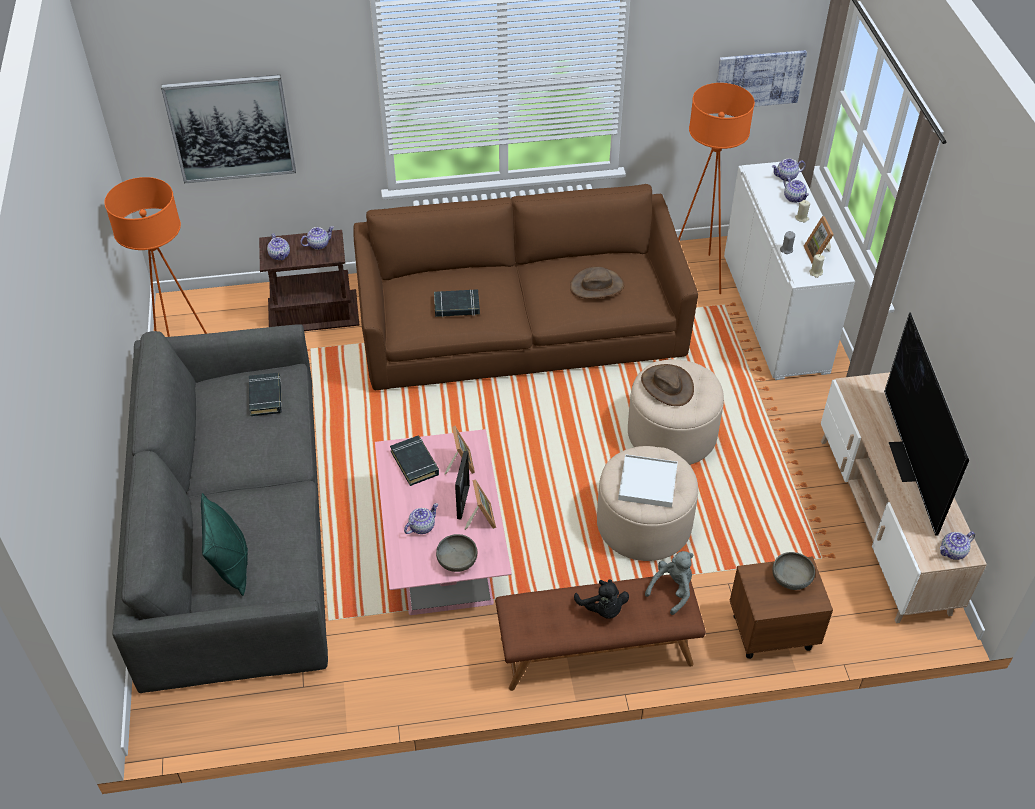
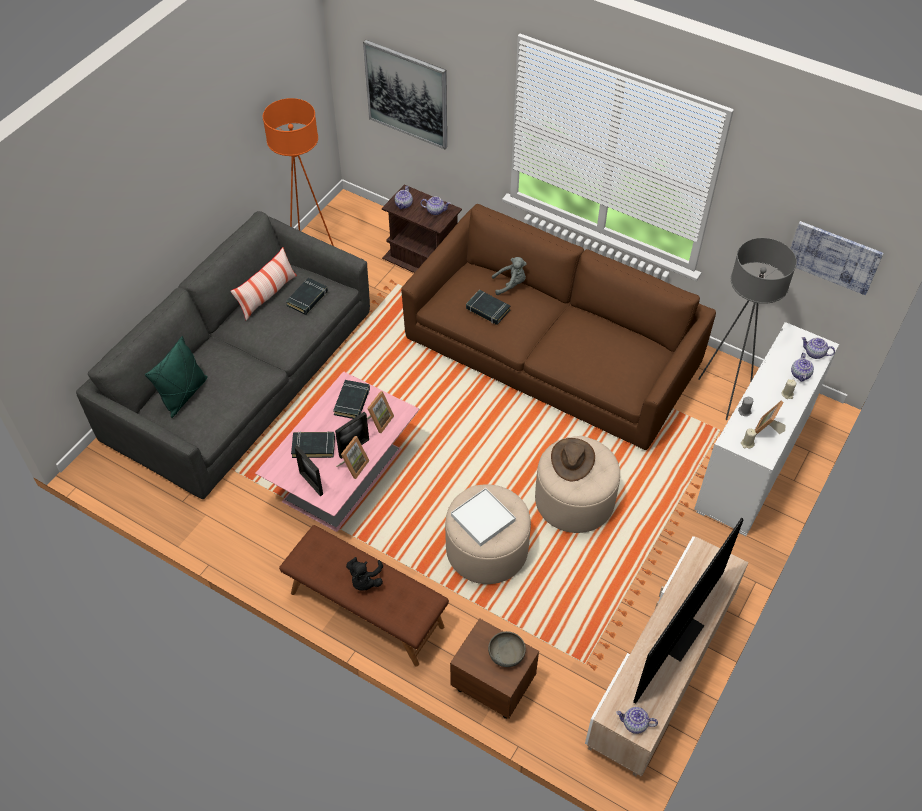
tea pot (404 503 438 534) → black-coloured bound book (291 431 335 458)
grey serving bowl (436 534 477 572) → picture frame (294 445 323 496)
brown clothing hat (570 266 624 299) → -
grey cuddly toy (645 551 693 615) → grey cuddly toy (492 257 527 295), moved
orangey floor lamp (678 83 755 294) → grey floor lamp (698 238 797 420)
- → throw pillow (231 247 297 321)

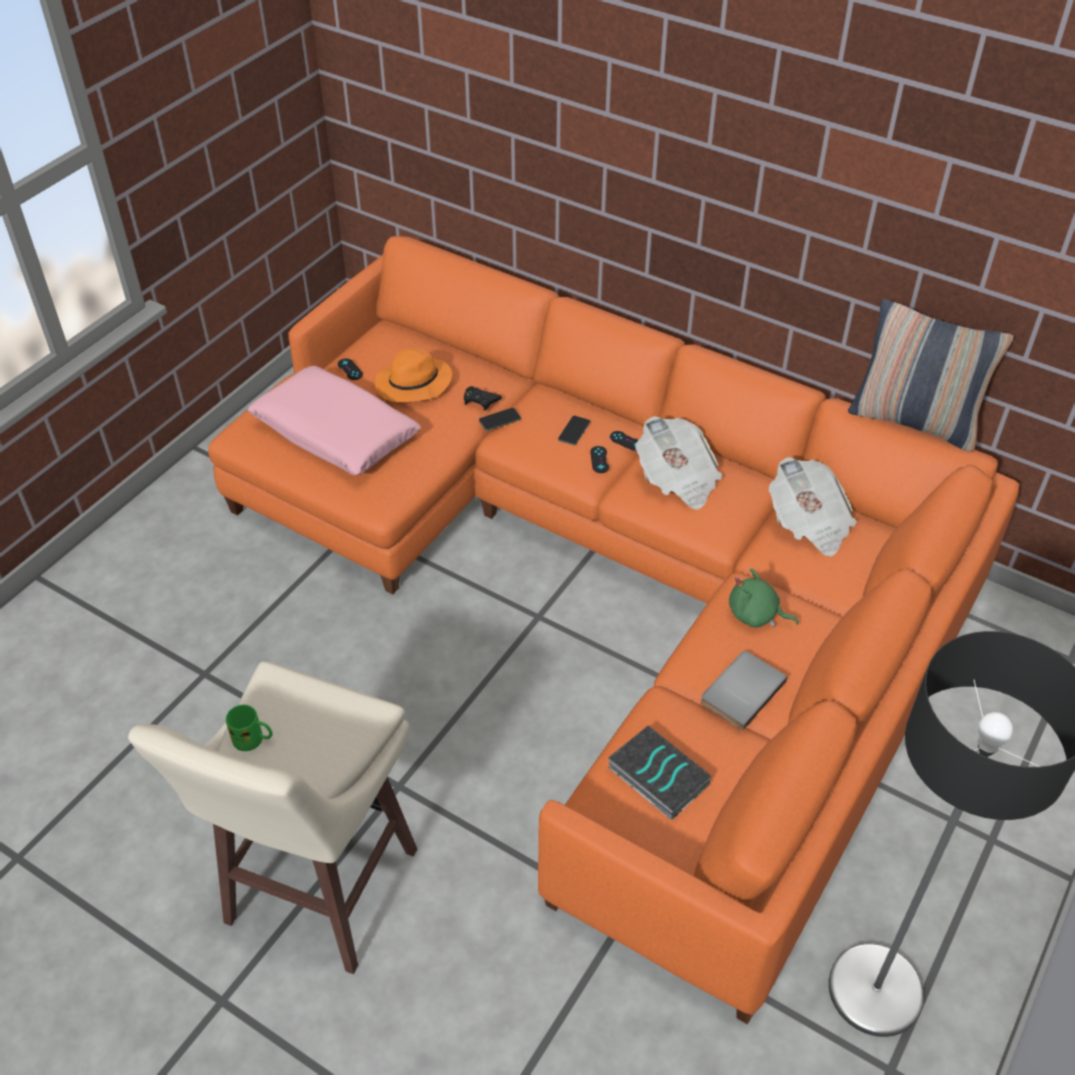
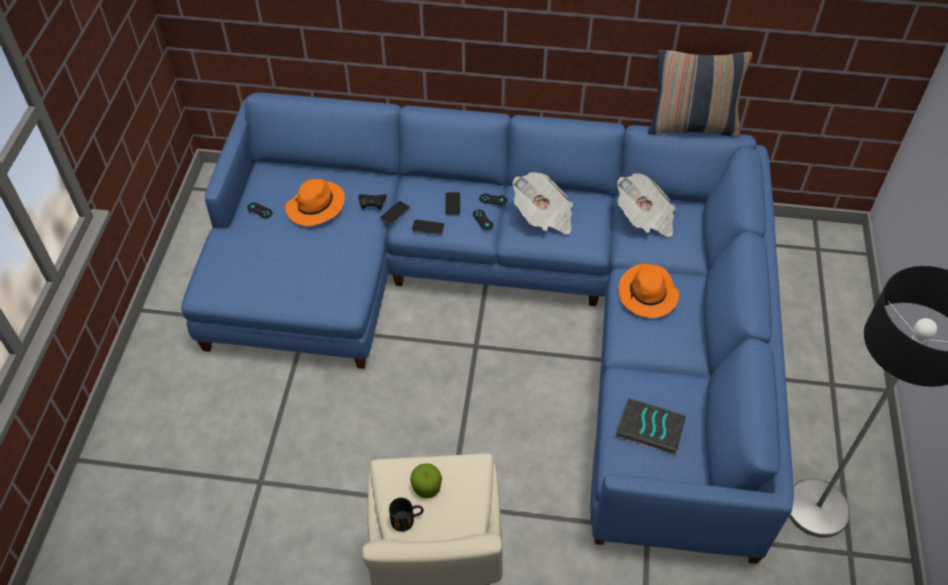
orangey sofa (208 236 1019 1024) → bluish sofa (181 92 794 564)
green-coloured mug (226 705 272 751) → black-coloured mug (389 498 424 532)
pink throw pillow (248 366 421 475) → -
grey bound book (701 651 787 731) → -
green-coloured cuddly toy (729 568 799 628) → orangey clothing hat (618 264 679 318)
- → apple fruit (410 463 442 499)
- → handset (412 219 445 235)

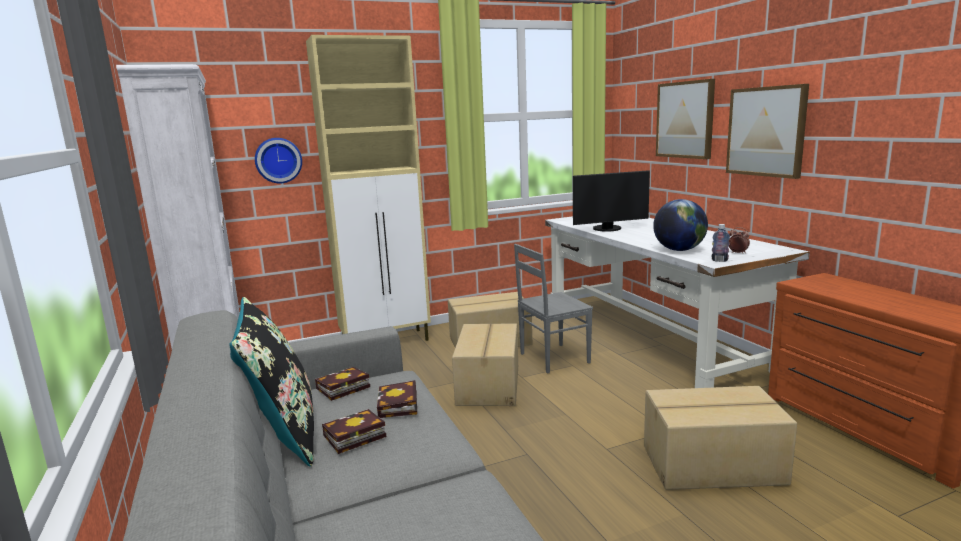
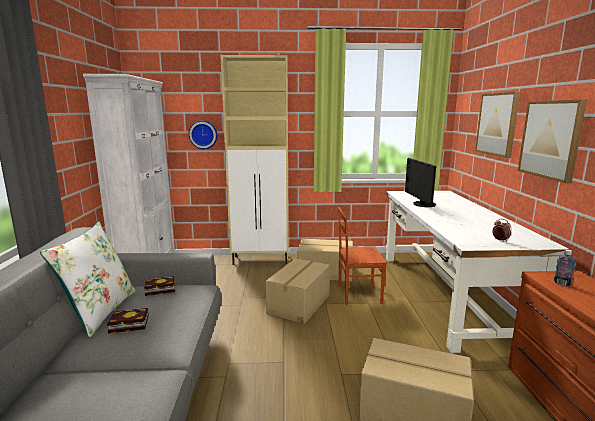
black-coloured throw pillow (230 297 314 467) → white throw pillow (40 221 136 337)
bound book (377 380 417 418) → -
grey plain chair (514 244 593 374) → brown plain chair (338 207 387 305)
computer screen (573 170 650 231) → computer screen (405 158 436 207), 75 degrees clockwise
globe (653 199 708 251) → -
beverage bottle (711 224 730 262) → beverage bottle (554 250 576 286), moved

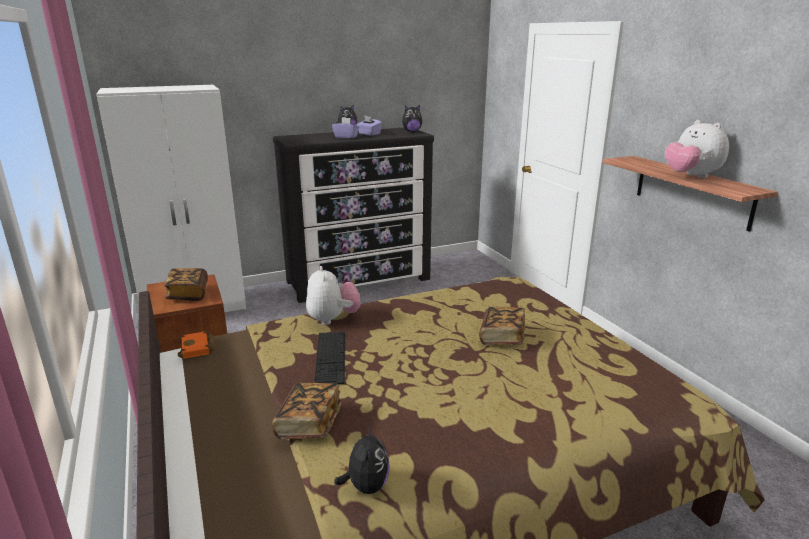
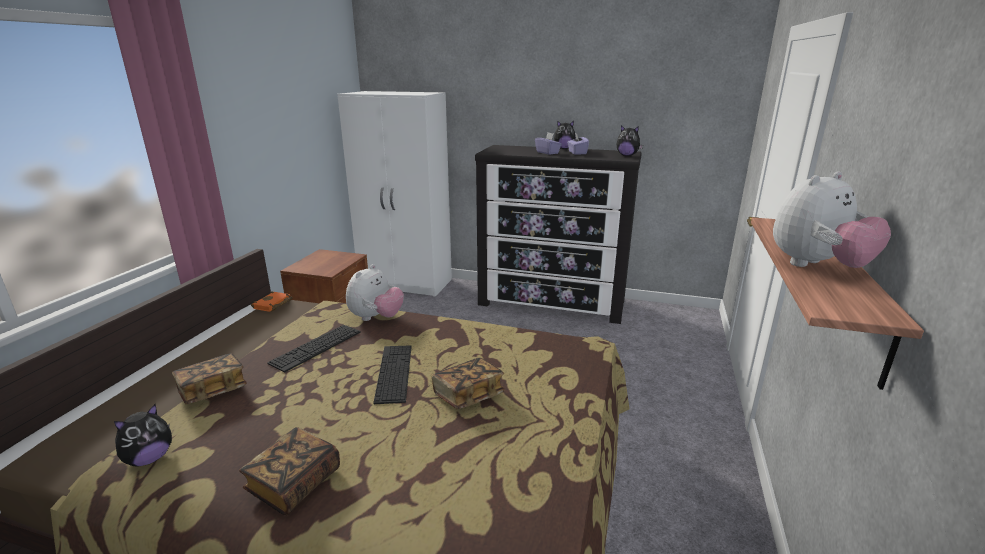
bound book (164 268 208 301) → bound book (239 427 340 515), moved
cuddly toy (665 120 729 178) → cuddly toy (773 171 891 268), 135 degrees counterclockwise
- → PC keyboard (374 345 412 404)

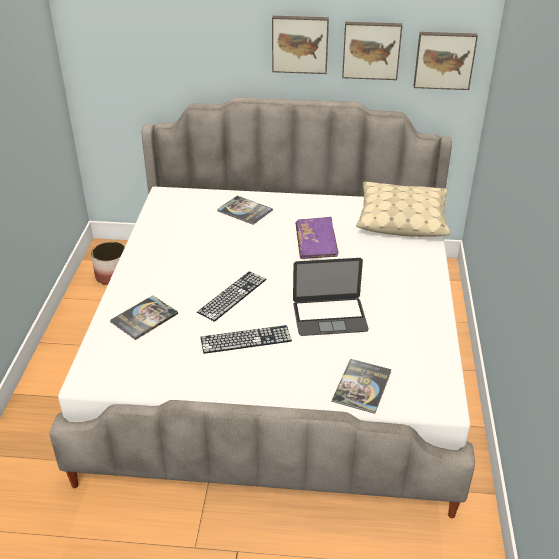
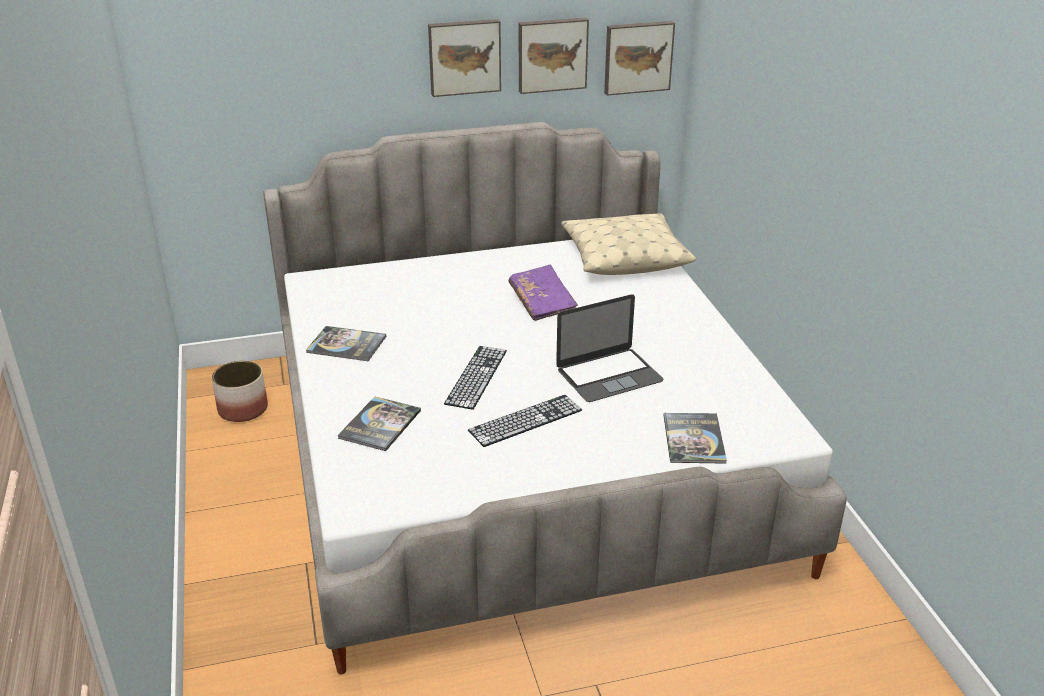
bound book (217 196 273 225) → bound book (306 326 386 361), moved

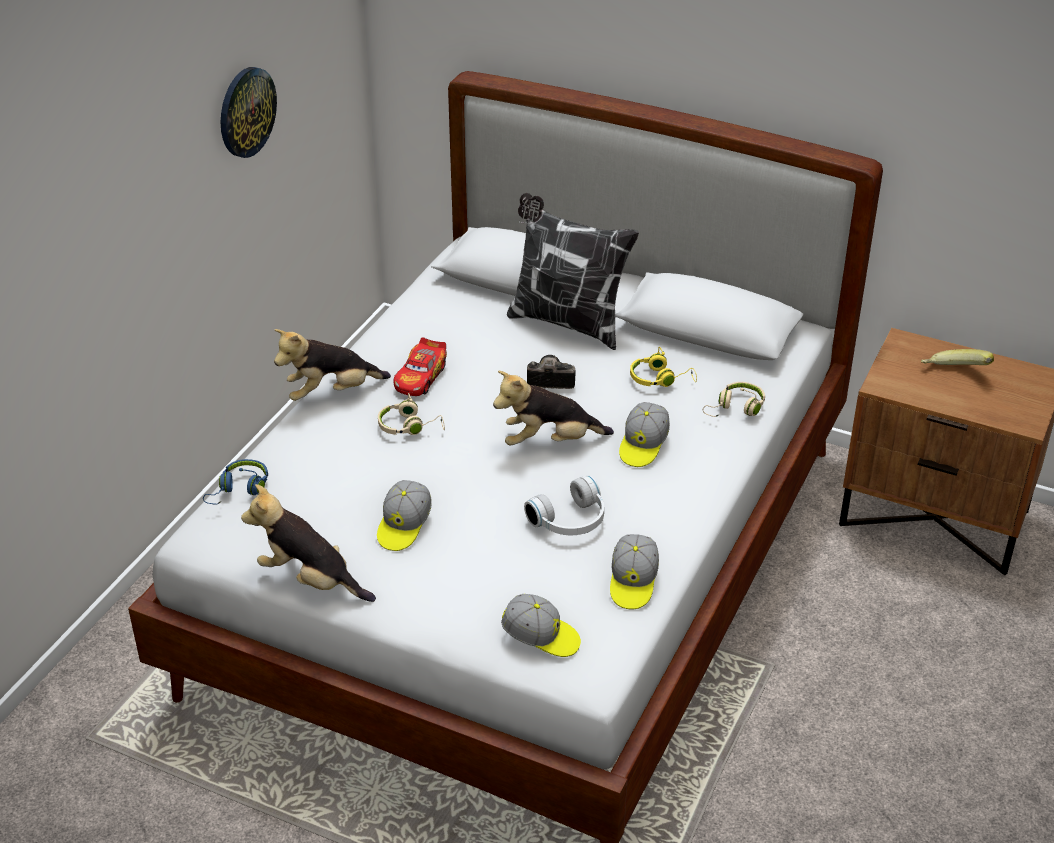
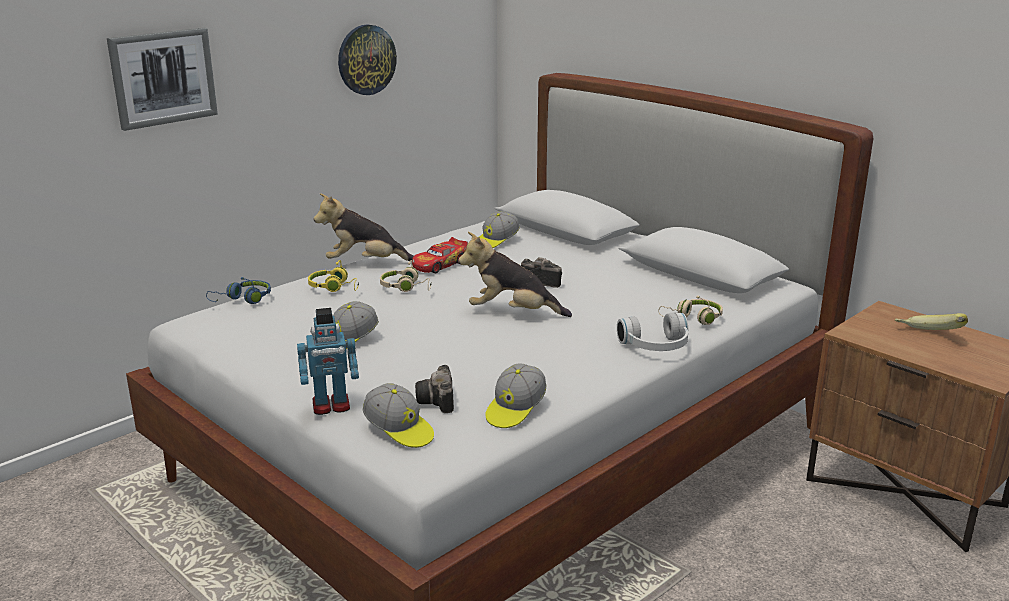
cuddly toy (241 484 376 602) → -
throw pillow (507 193 639 350) → -
white headset (524 475 604 535) → white headset (617 313 688 351), moved
cap (619 402 670 467) → cap (479 211 520 248), moved
yellow headset (630 347 697 387) → yellow headset (308 260 359 292), moved
- → wall art (107 28 218 131)
- → toy robot (297 308 359 415)
- → still camera (415 365 454 413)

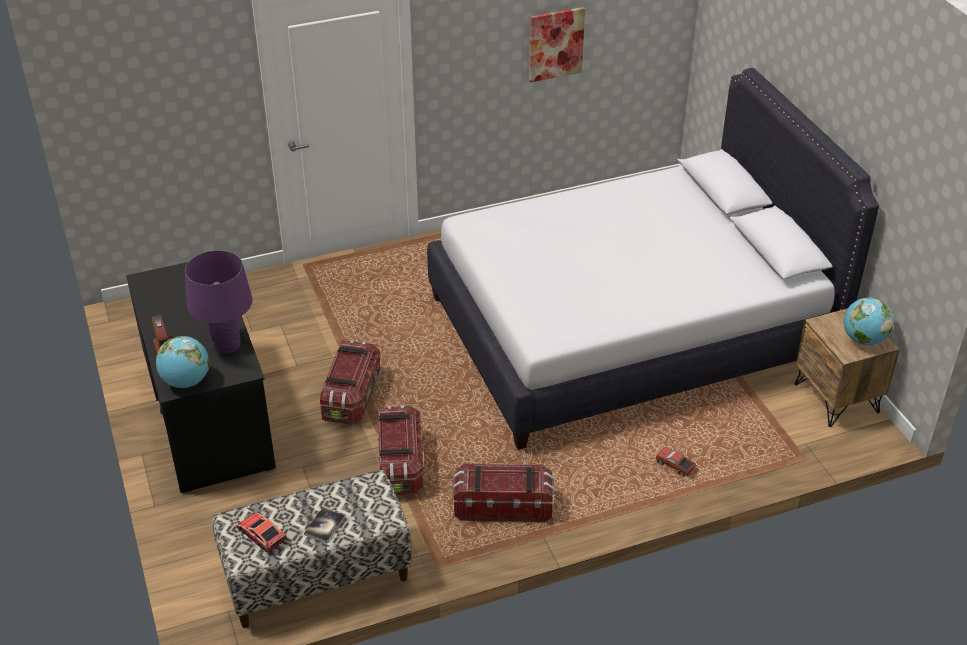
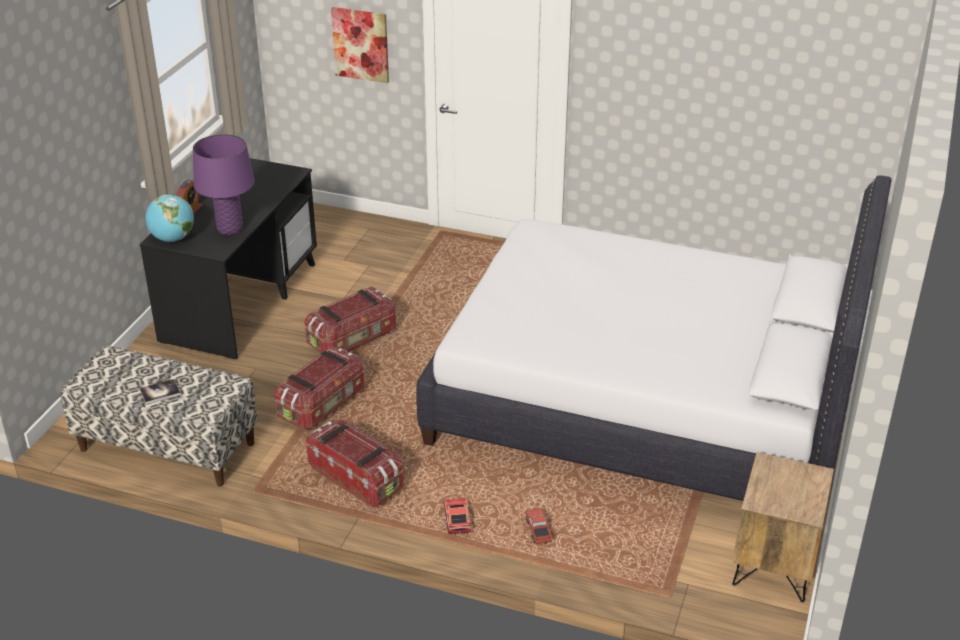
miniature car (236 512 287 553) → miniature car (444 498 472 535), moved
wall art (529 7 585 82) → wall art (331 7 389 83), moved
globe (844 297 894 345) → -

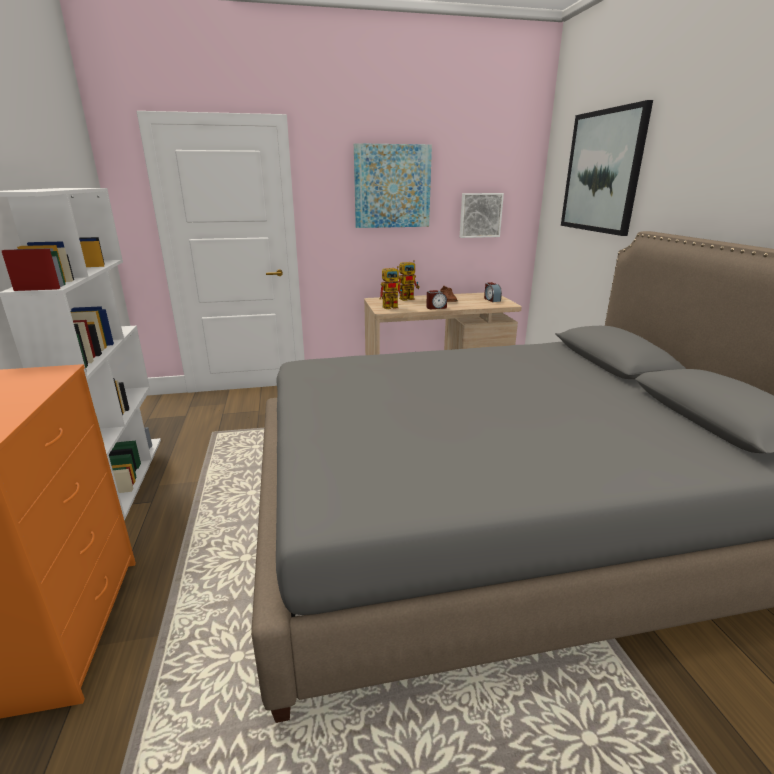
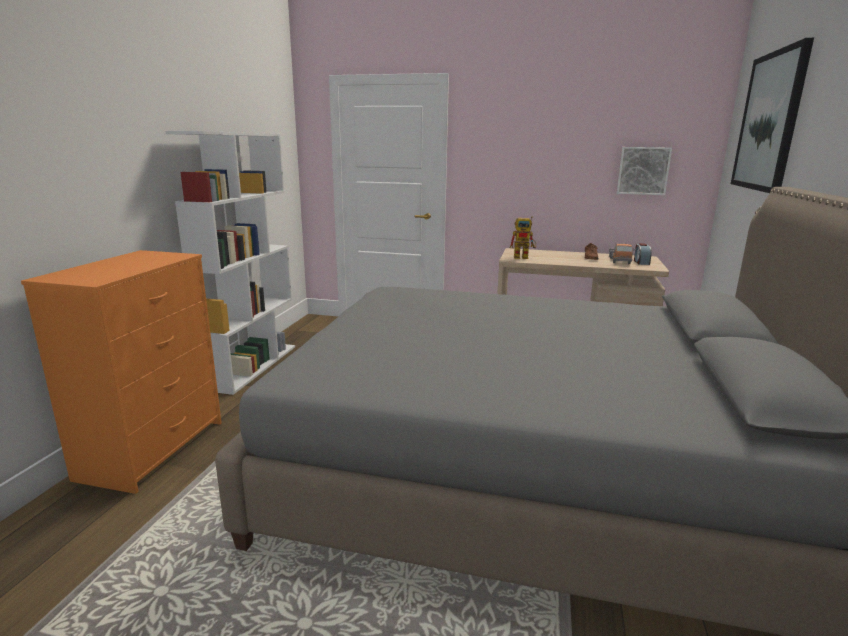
wall art (354 143 432 228) → -
toy robot (397 260 420 301) → -
alarm clock (426 290 447 309) → -
- → model truck (609 244 634 264)

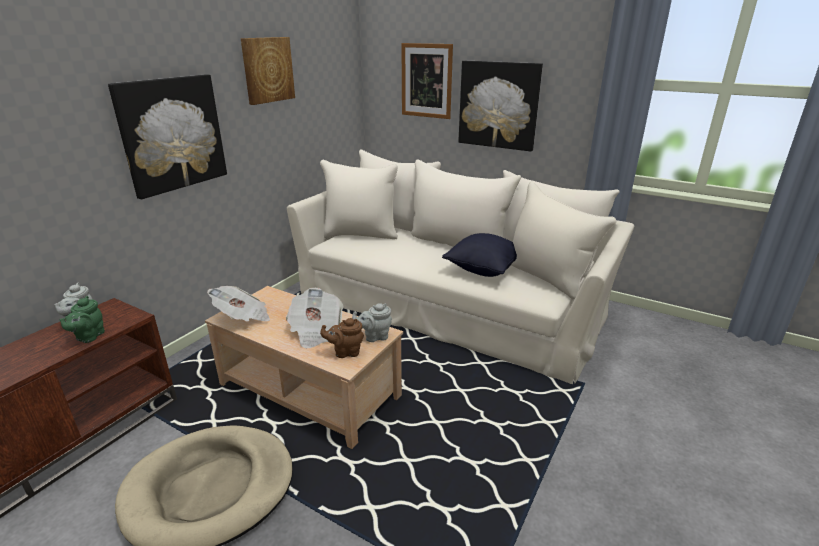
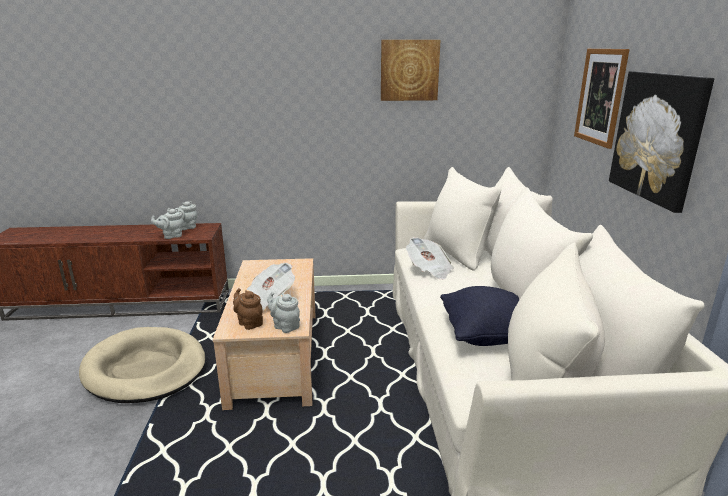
green-coloured tea pot (60 296 105 343) → grey tea pot (151 209 184 239)
wall art (108 74 227 199) → -
printed paper (207 286 270 322) → printed paper (406 237 454 280), moved

